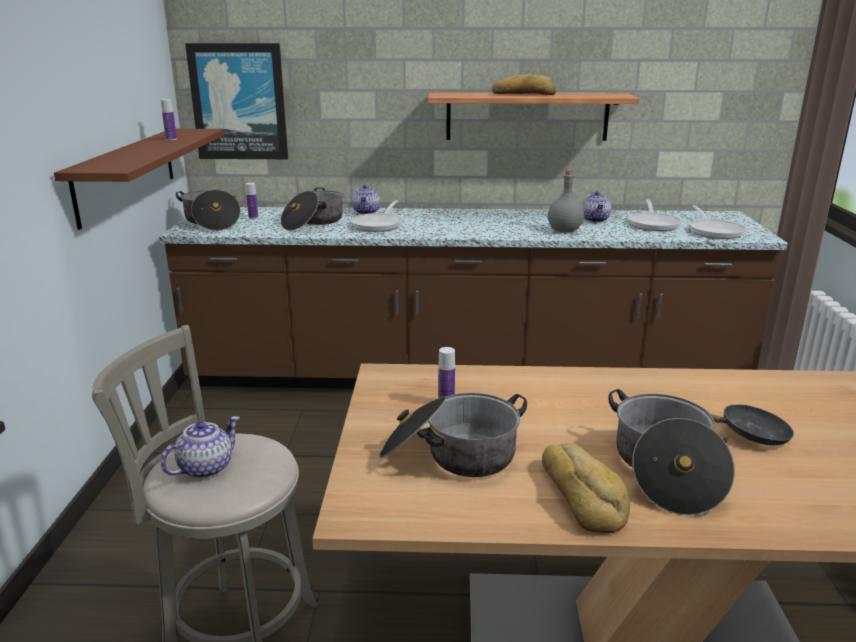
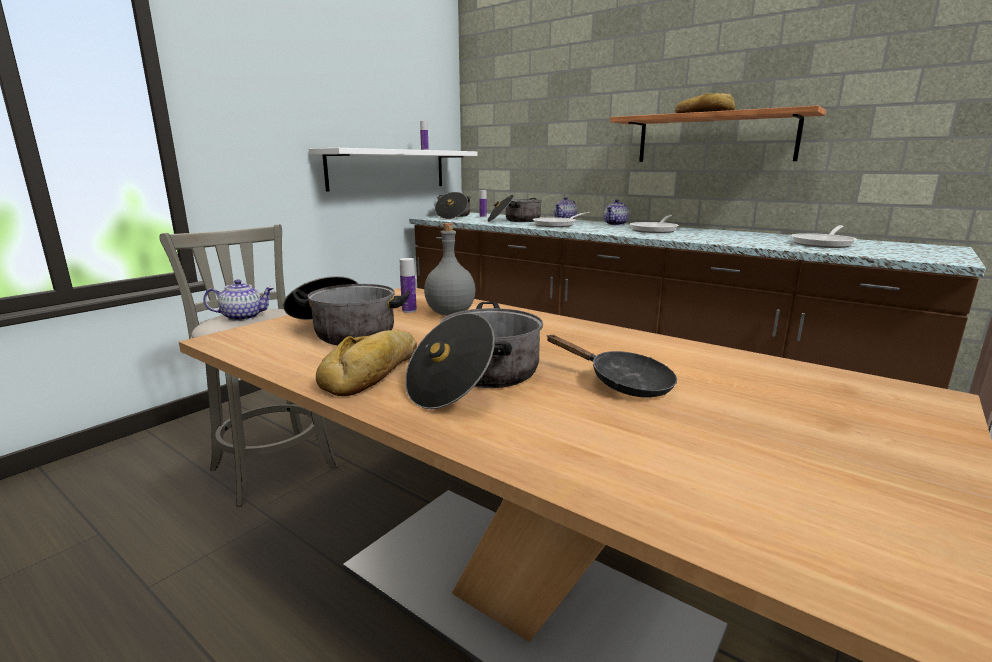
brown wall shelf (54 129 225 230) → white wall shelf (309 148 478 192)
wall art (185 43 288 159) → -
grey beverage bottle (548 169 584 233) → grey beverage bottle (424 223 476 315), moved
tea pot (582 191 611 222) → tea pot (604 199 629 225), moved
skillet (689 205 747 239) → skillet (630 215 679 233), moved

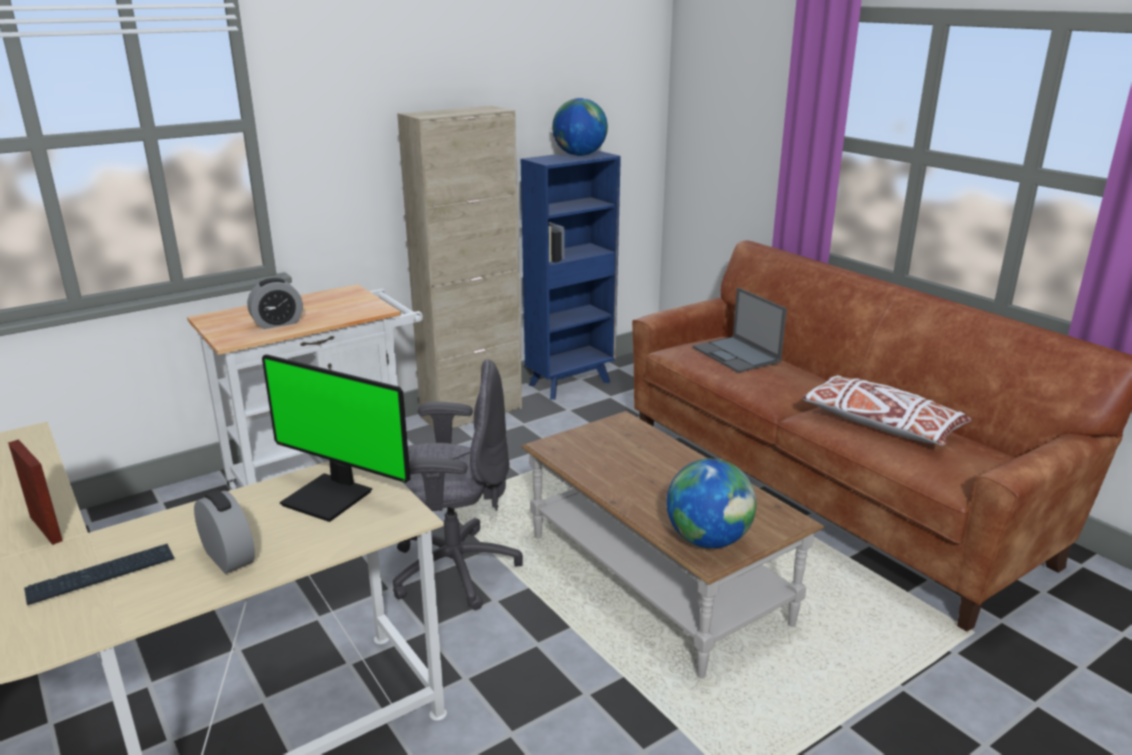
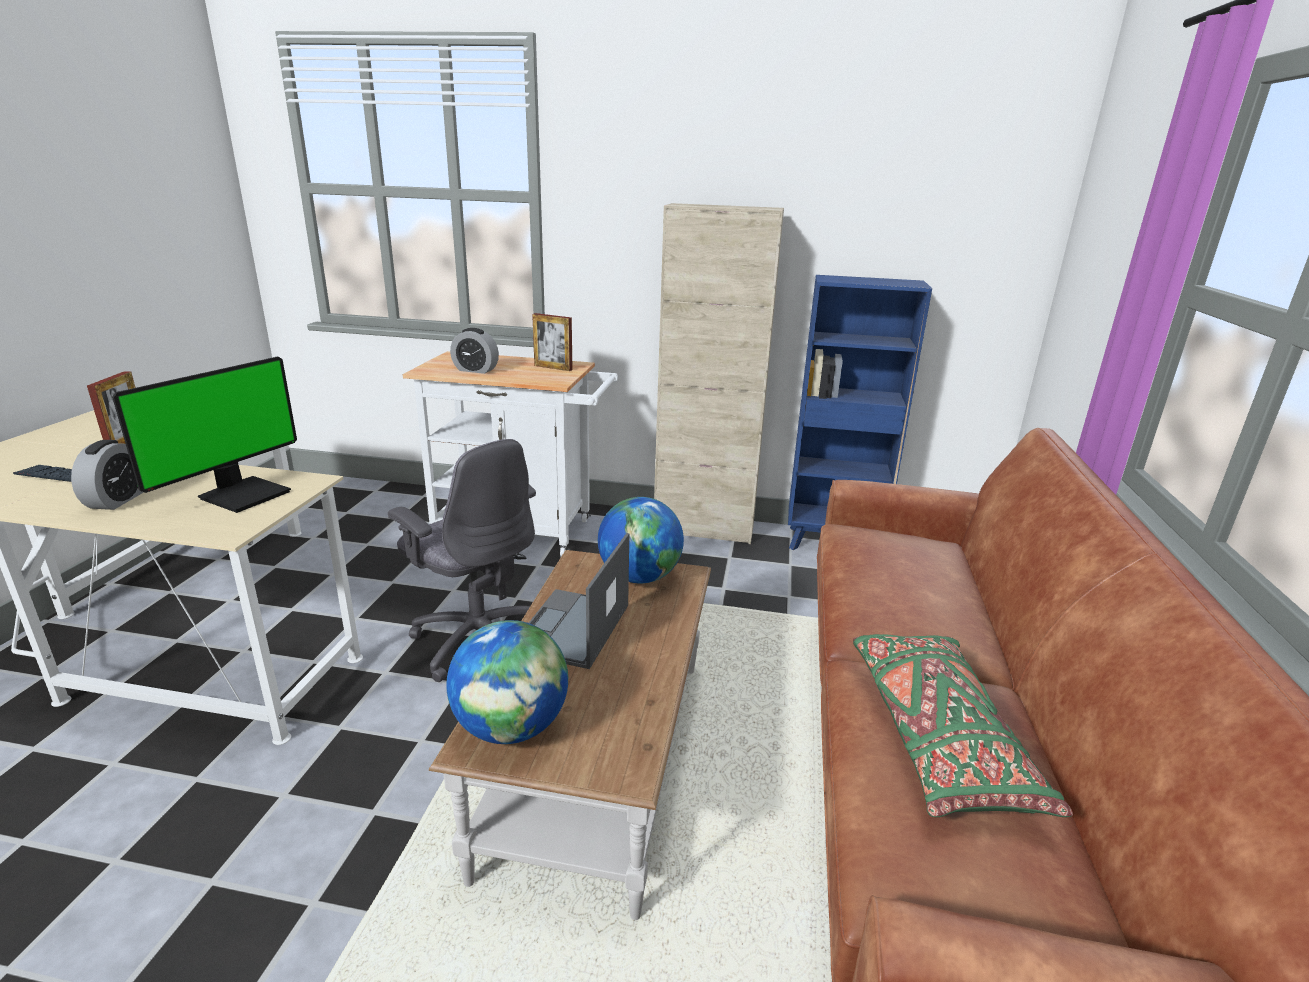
computer screen (262 354 410 522) → computer screen (112 357 297 513), 135 degrees counterclockwise
globe (552 98 608 156) → globe (598 497 684 583), moved
laptop (693 287 787 373) → laptop (529 533 629 669), moved
white throw pillow (802 376 972 446) → green-coloured throw pillow (853 634 1073 817)
- → picture frame (532 313 573 371)

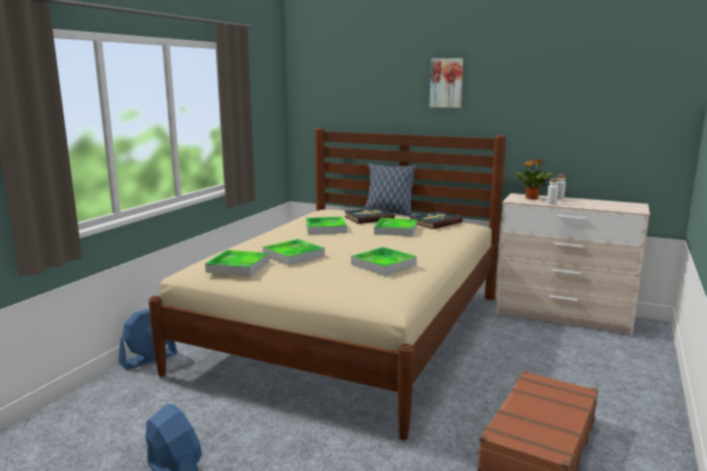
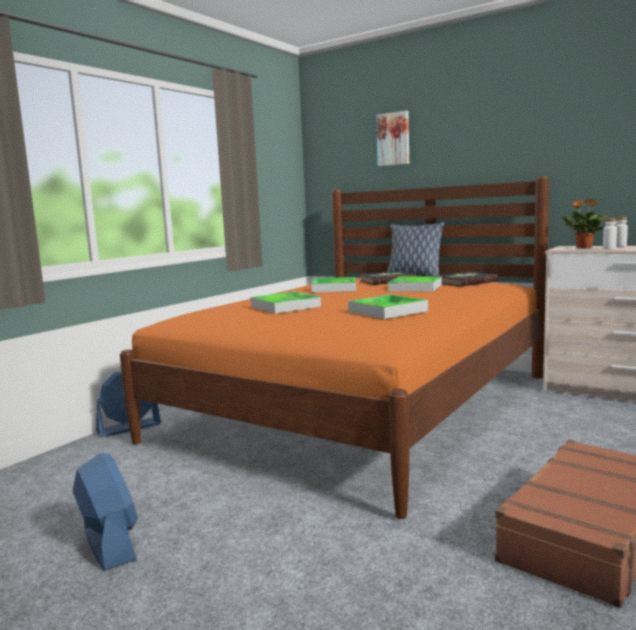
beige-coloured bedroom bed (149 128 506 440) → orangey bedroom bed (120 176 549 519)
serving tray (205 250 269 276) → -
wall art (430 58 463 108) → wall art (376 111 409 166), moved

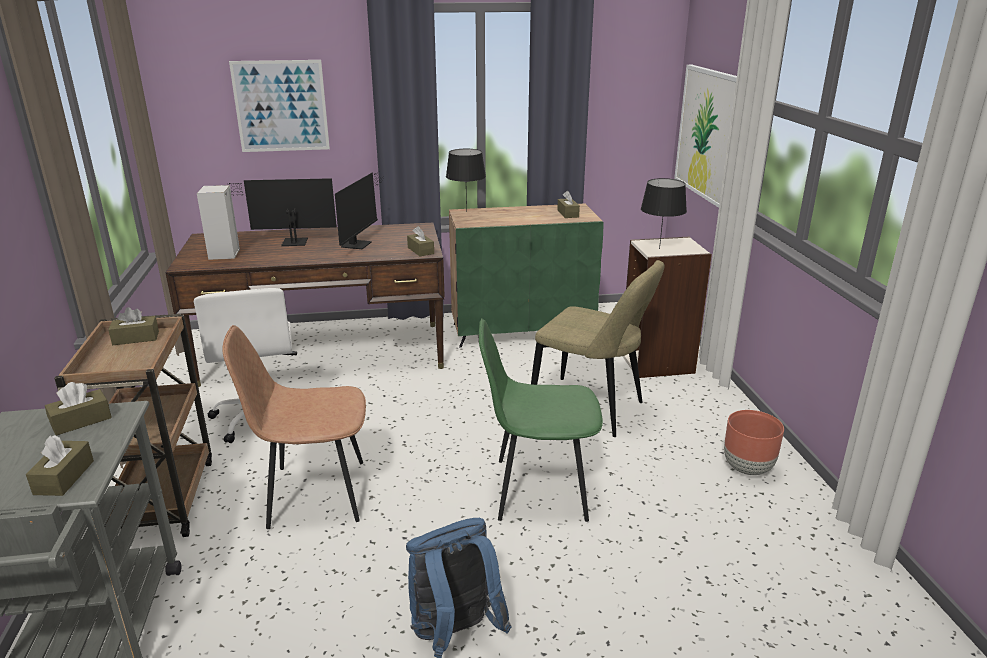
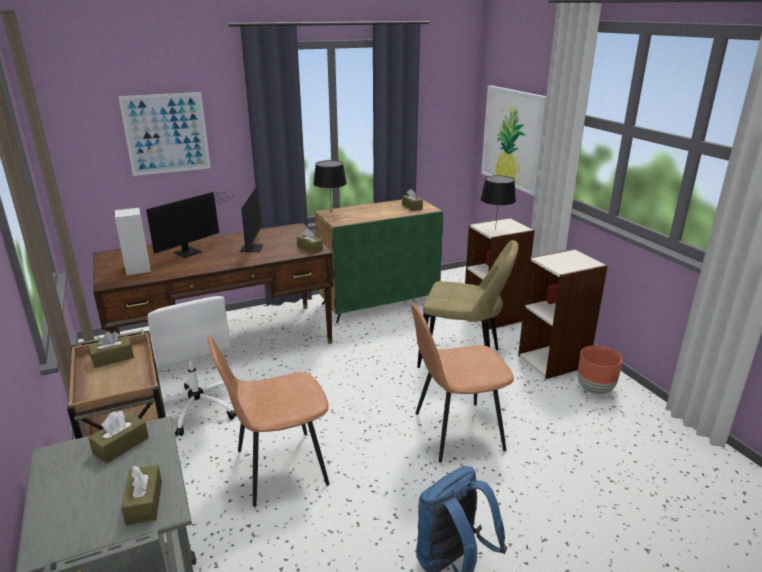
computer screen (227 178 337 246) → computer screen (146 191 234 258), 150 degrees clockwise
green-coloured plain chair (479 318 603 522) → brown plain chair (411 303 514 463)
- → bookshelf (518 249 608 379)

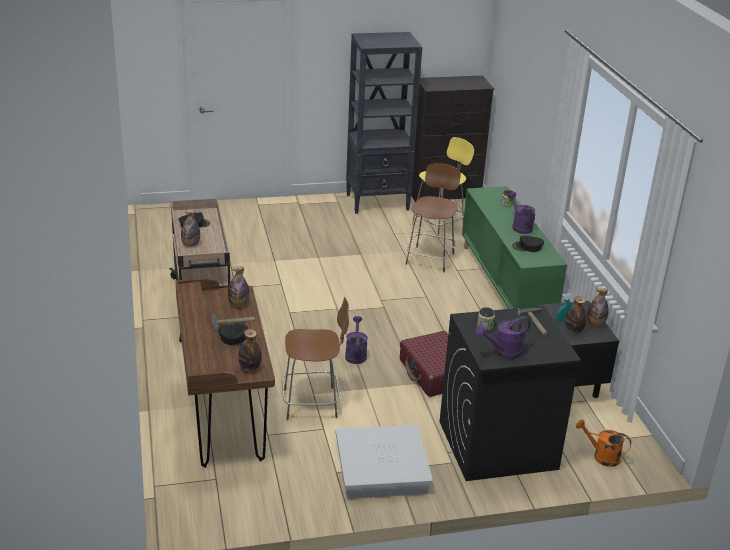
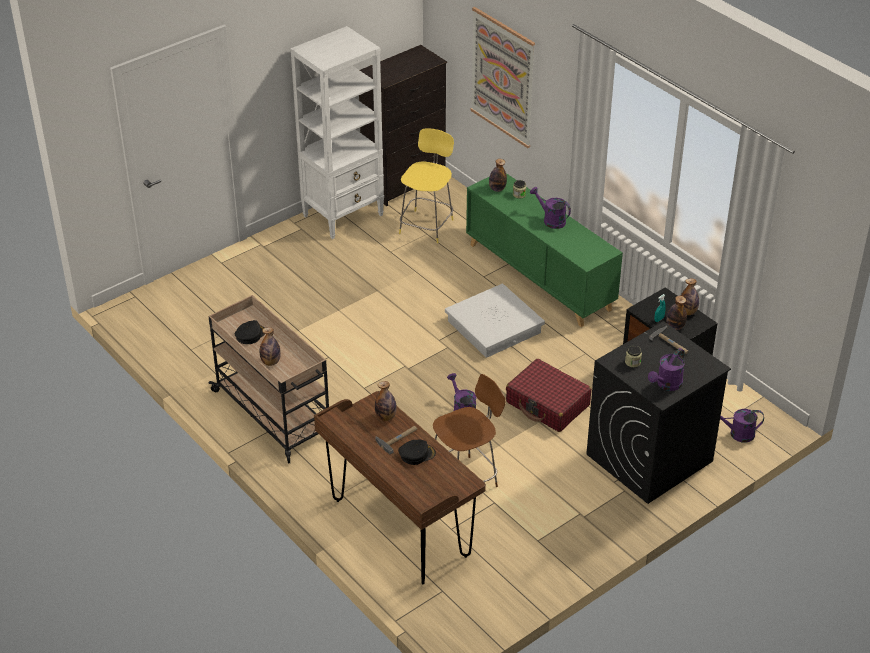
beverage bottle (238 329 262 371) → beverage bottle (489 159 507 192), moved
white storage container (336 425 433 499) → white storage container (445 283 545 358), moved
black-coloured bookshelf (346 32 423 214) → white bookshelf (290 26 384 239)
brown stool seat (406 163 461 272) → -
black-coloured cap (512 236 544 252) → -
orangey watering can (576 419 631 467) → purple-coloured watering can (720 409 764 443)
- → wall art (470 7 535 148)

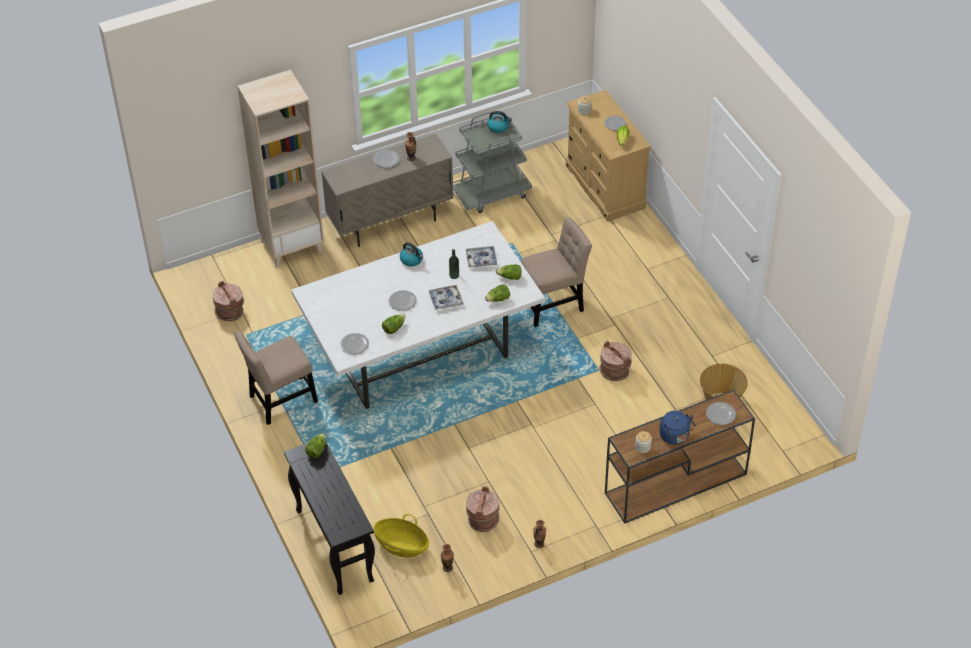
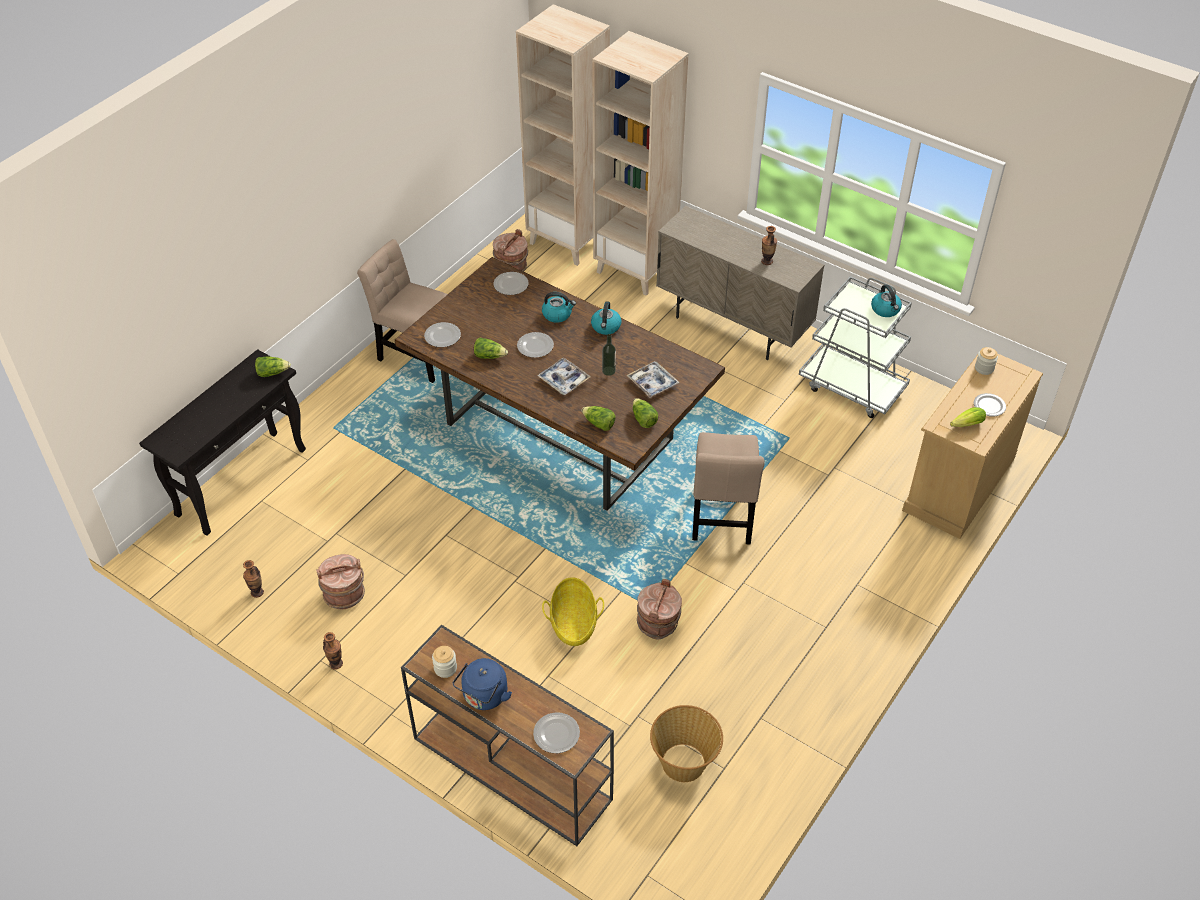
white dinner table (291 221 545 409) → brown dinner table (395 257 725 511)
plate (374 150 400 168) → plate (493 272 529 295), moved
storage basket (374 514 429 558) → storage basket (542 577 604 646), moved
beige-coloured plain chair (520 217 592 327) → beige-coloured plain chair (692 432 765 544), 60 degrees clockwise
- → beige-coloured bookshelf (516 4 610 266)
- → tea kettle (542 292 576 323)

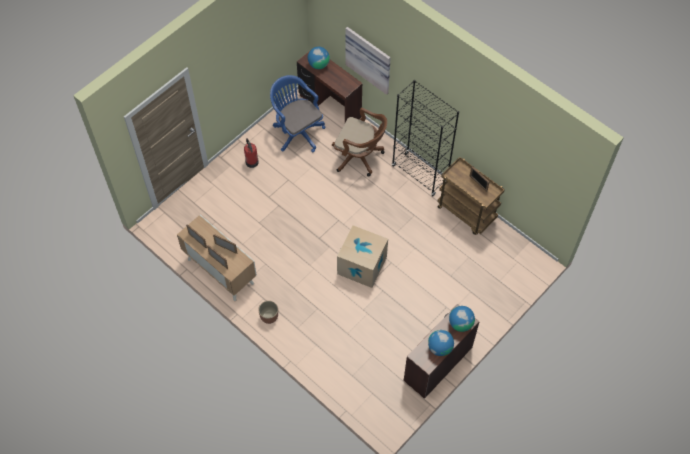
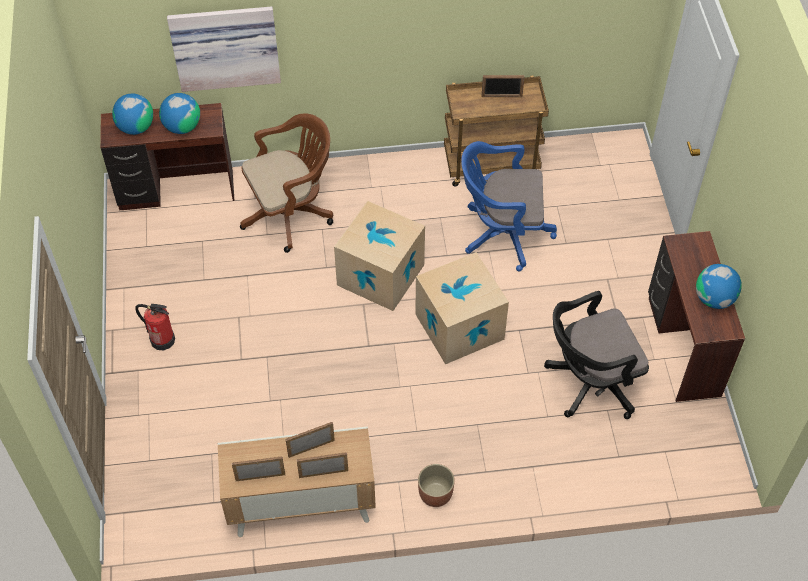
bluish computer chair (270 75 325 152) → bluish computer chair (461 141 557 272), moved
black-coloured bookshelf (392 80 459 196) → -
globe (449 306 475 332) → globe (159 93 200 134), moved
- → packing box (334 201 425 311)
- → black-coloured computer chair (544 291 649 419)

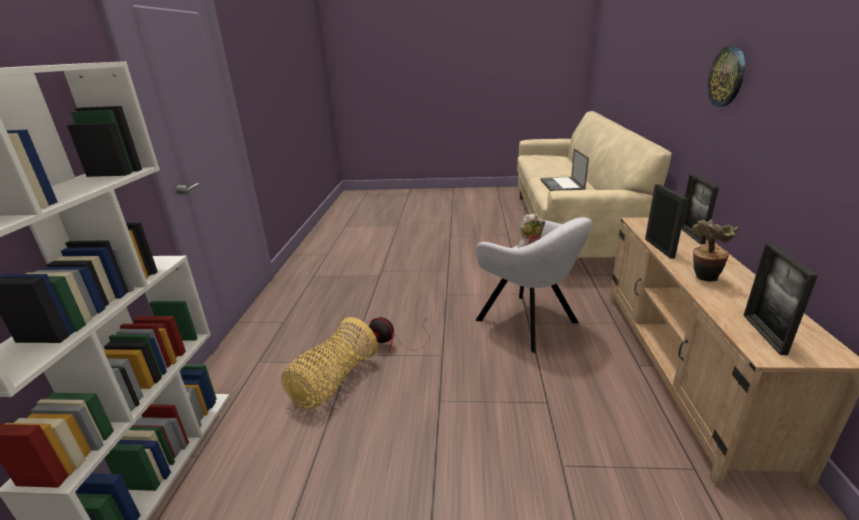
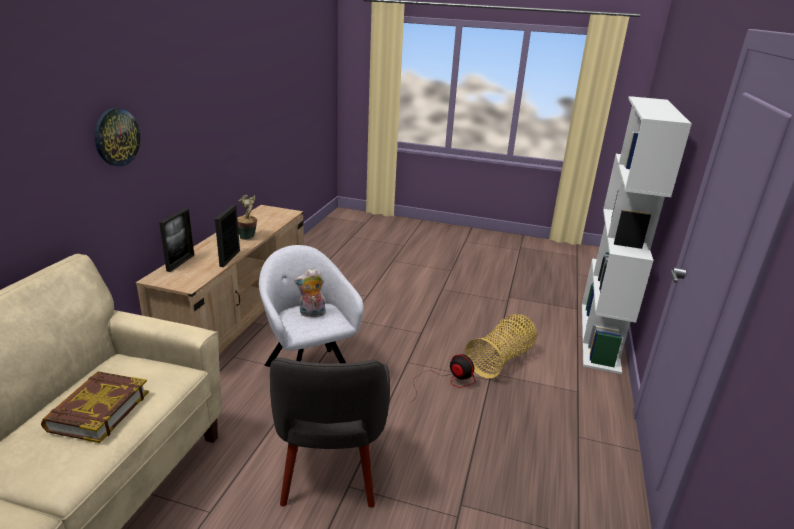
laptop (540 148 589 191) → bound book (41 371 149 443)
picture frame (743 243 818 355) → -
- → grey lounge chair (270 357 390 508)

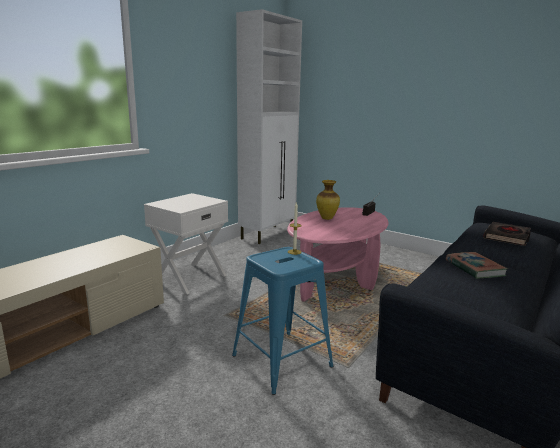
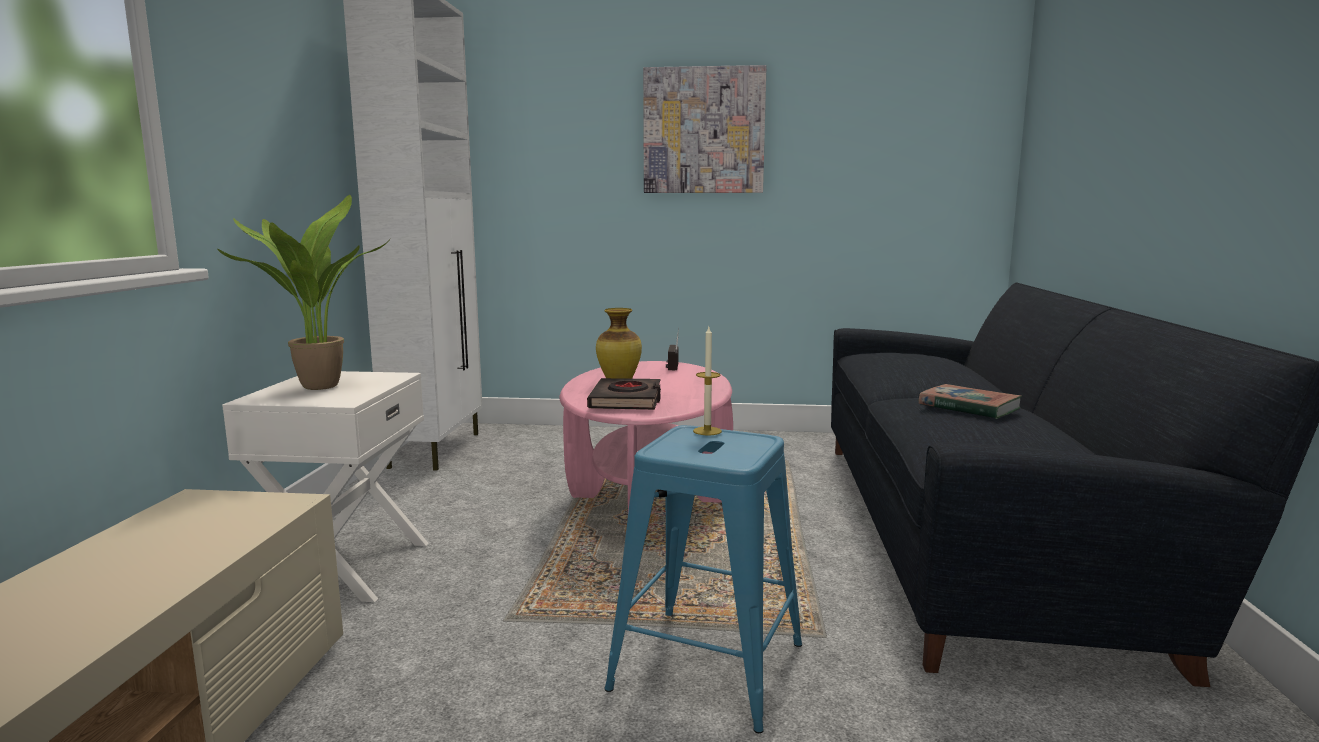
black-coloured bound book (483 222 531 246) → black-coloured bound book (587 378 661 410), moved
- → plant in a pot (217 195 388 390)
- → wall art (643 65 767 193)

